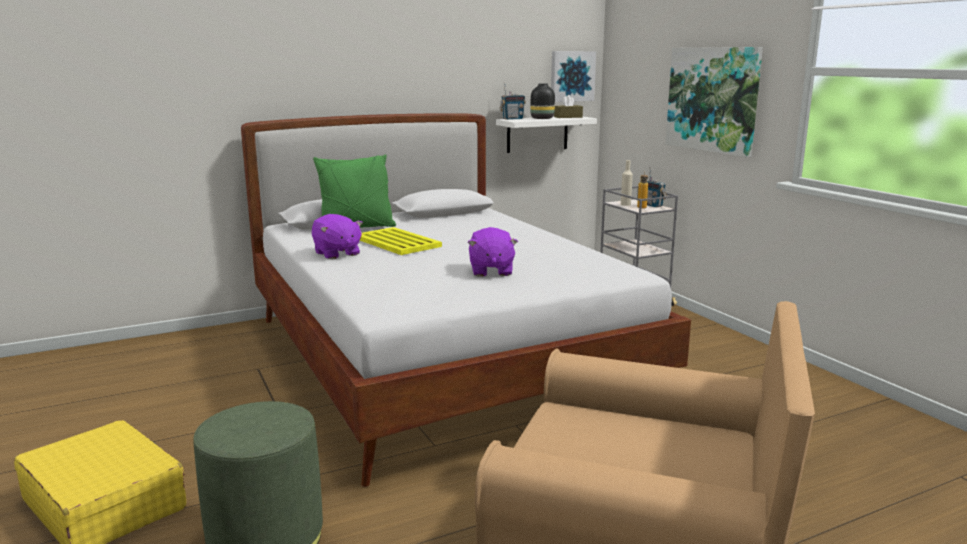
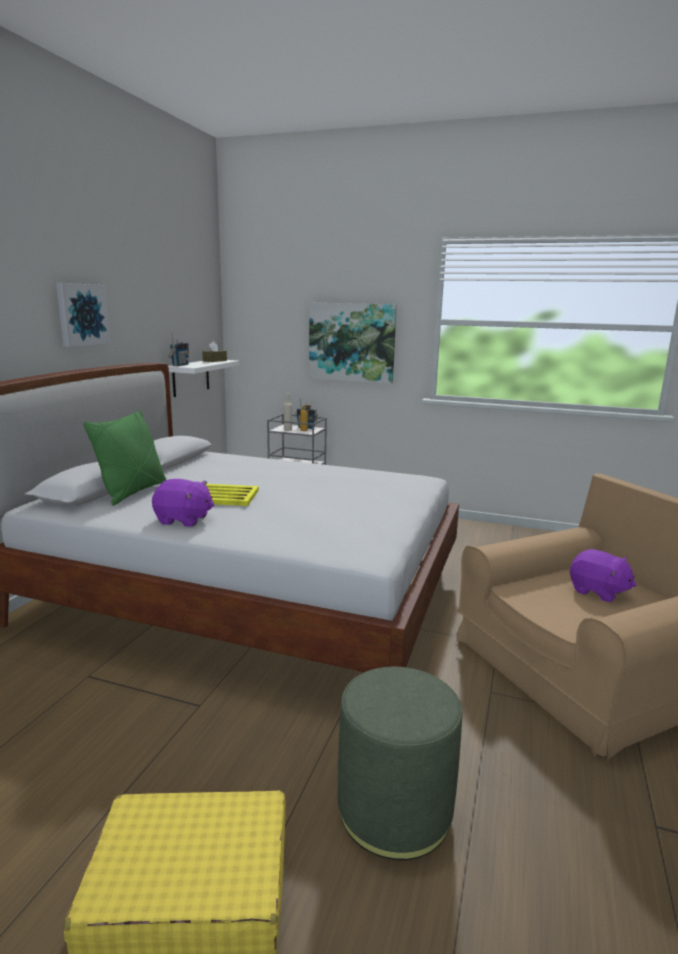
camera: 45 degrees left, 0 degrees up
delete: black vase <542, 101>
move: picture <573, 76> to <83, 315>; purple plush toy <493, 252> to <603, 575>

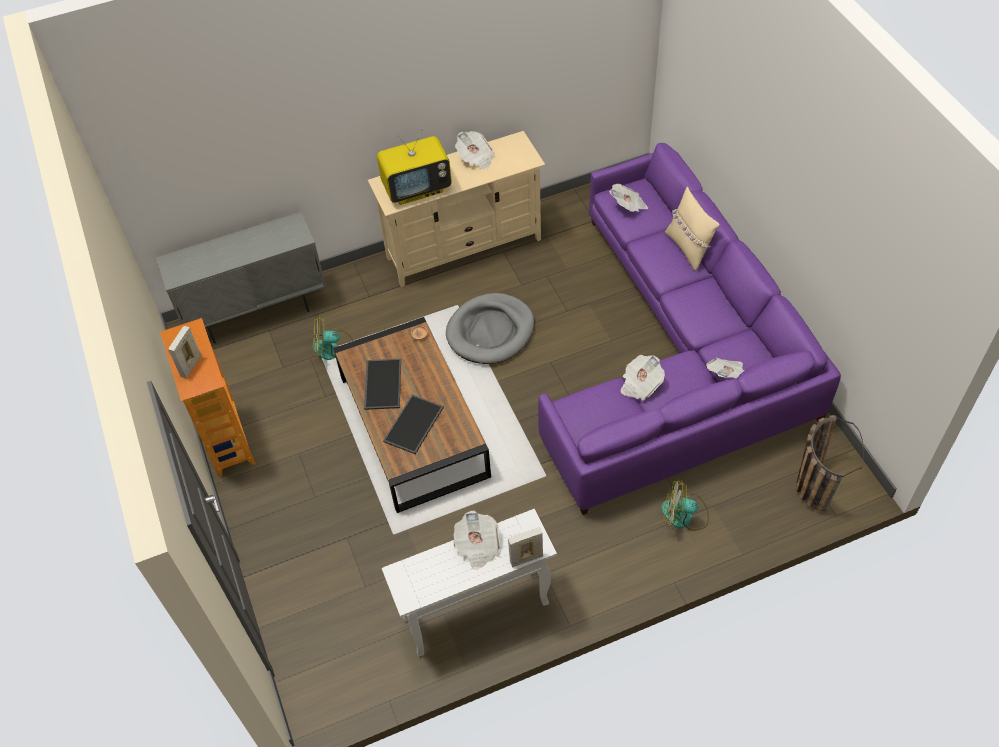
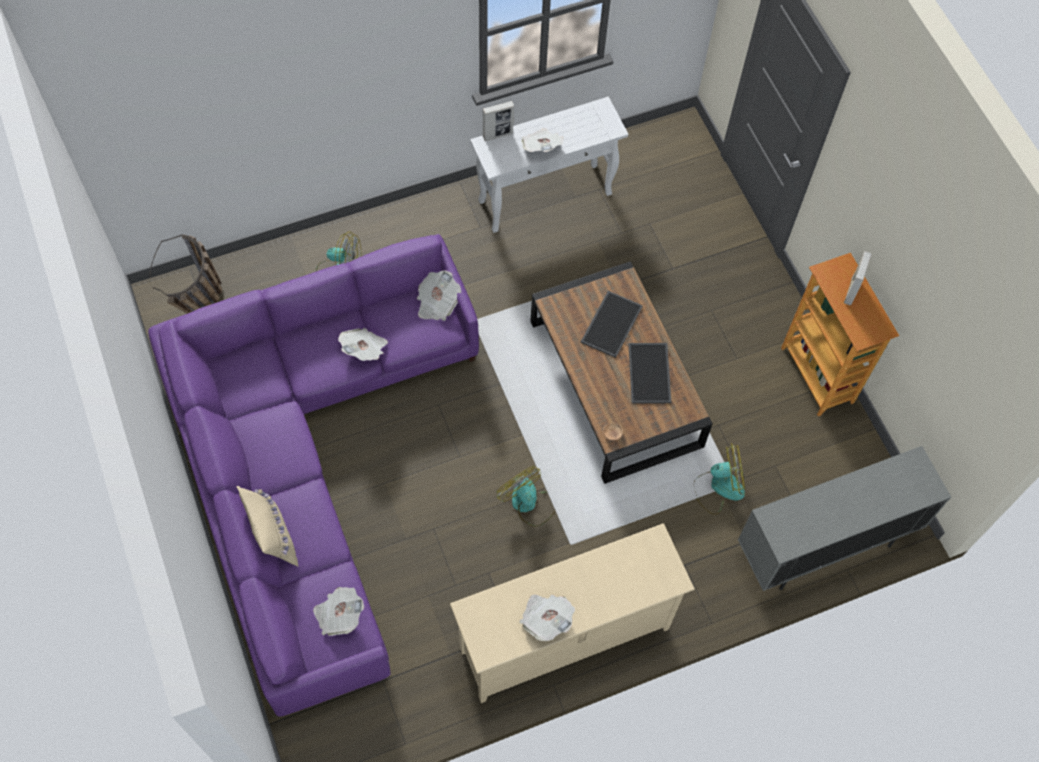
camera: 175 degrees right, 10 degrees up
delete: television <414, 166>
move: newspaper <725, 368> to <439, 296>
replace: grey dog bed <490, 328> to fan <526, 496>

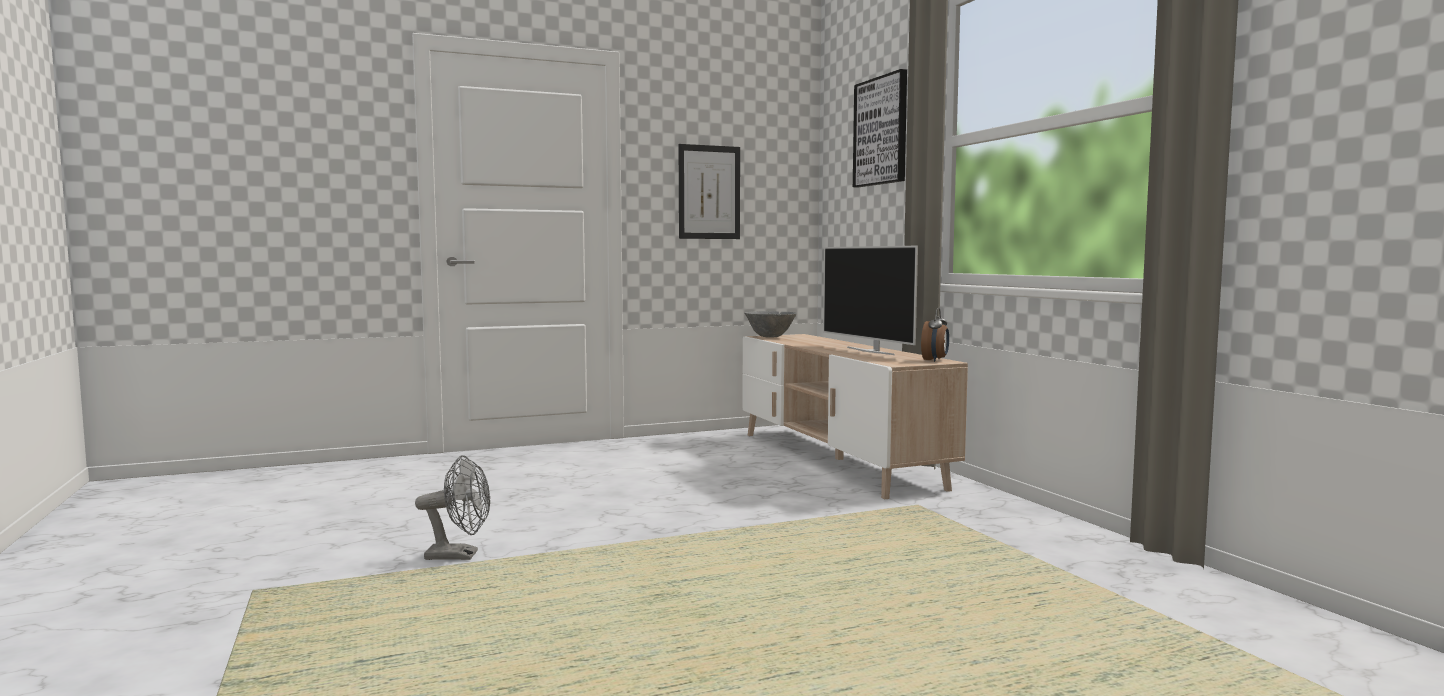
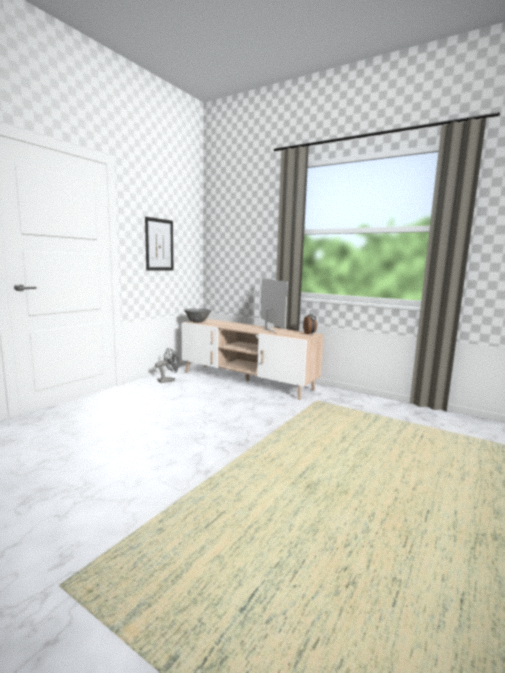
camera: 35 degrees left, 5 degrees up
delete: picture <880, 128>
move: grey fan <452, 507> to <167, 365>
rotate: television <870, 300> = <274, 305> 135 degrees counterclockwise

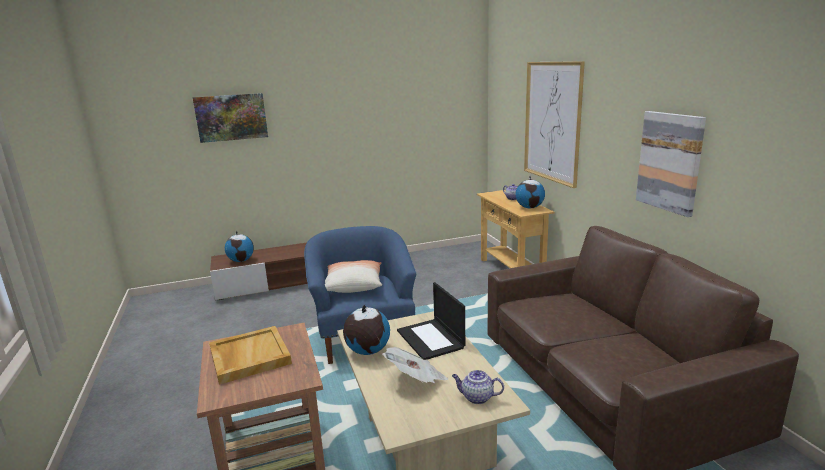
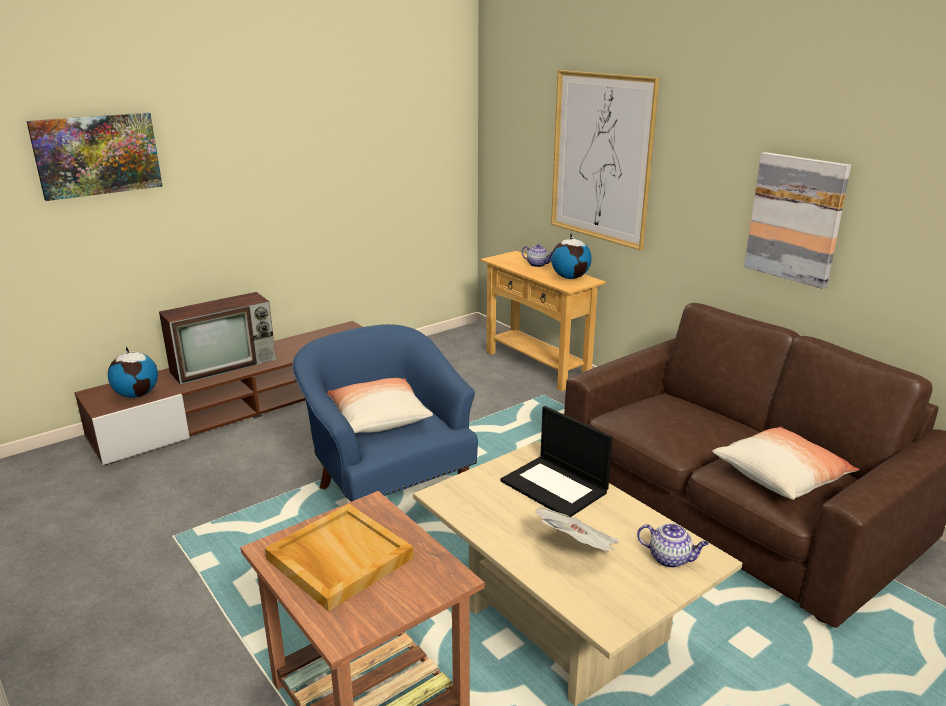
camera: 20 degrees left, 5 degrees up
delete: globe <366, 330>
insert: television <217, 338>; pillow <785, 463>
rotate: teapot <478, 387> = <673, 545> 150 degrees counterclockwise

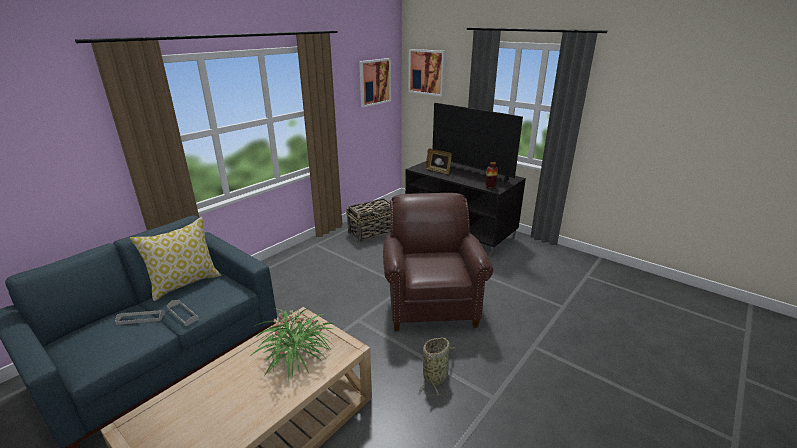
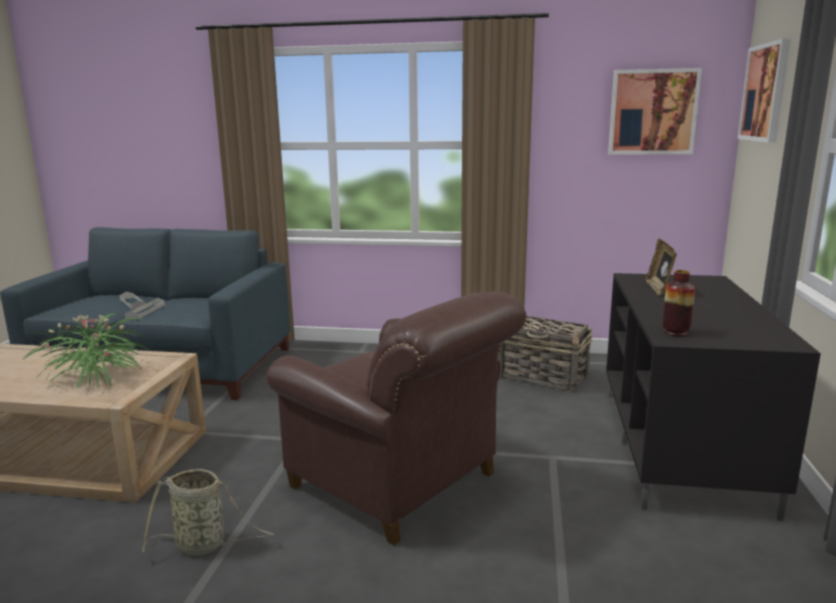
camera: 60 degrees right, 10 degrees down
delete: television <477, 143>; pillow <175, 259>
rotate: brown armchair <438, 262> = <396, 418> 75 degrees clockwise

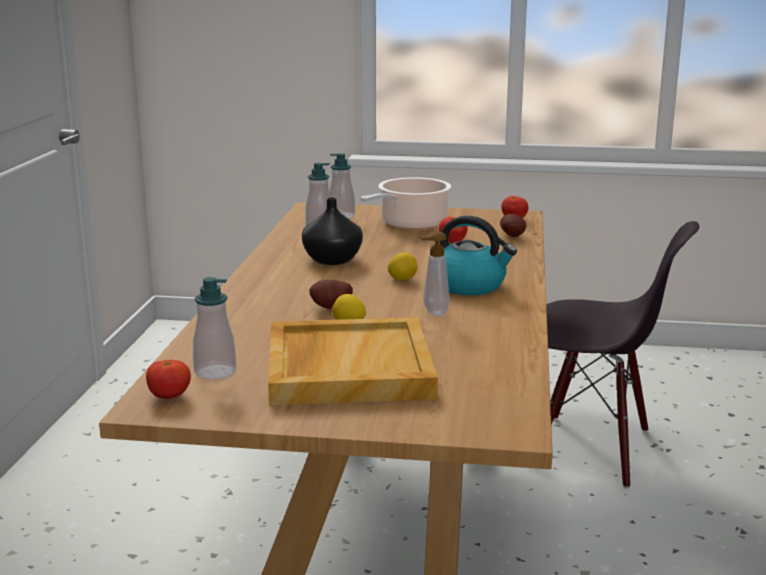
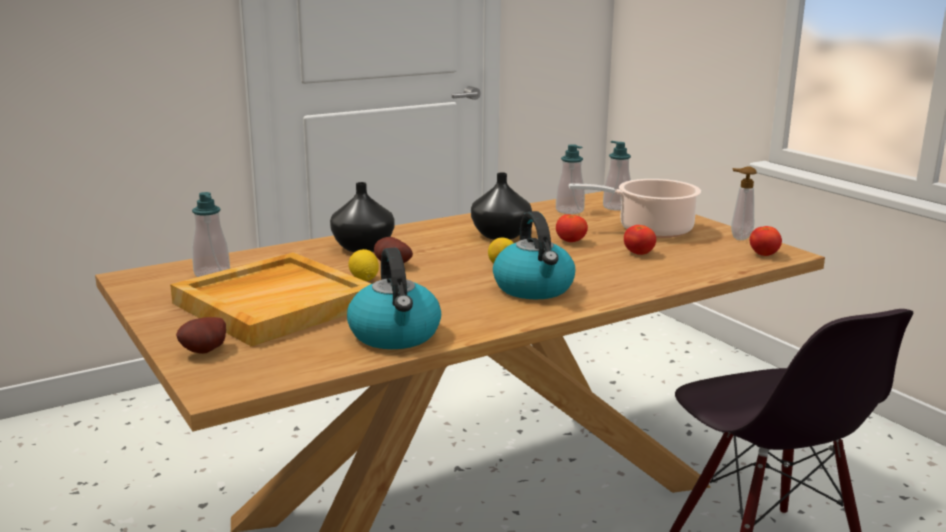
camera: 50 degrees right, 0 degrees up
insert: black vase <362, 217>; kettle <394, 298>
move: potato <513, 225> to <201, 335>; soap dispenser <435, 273> to <744, 203>; tomato <168, 379> to <572, 228>

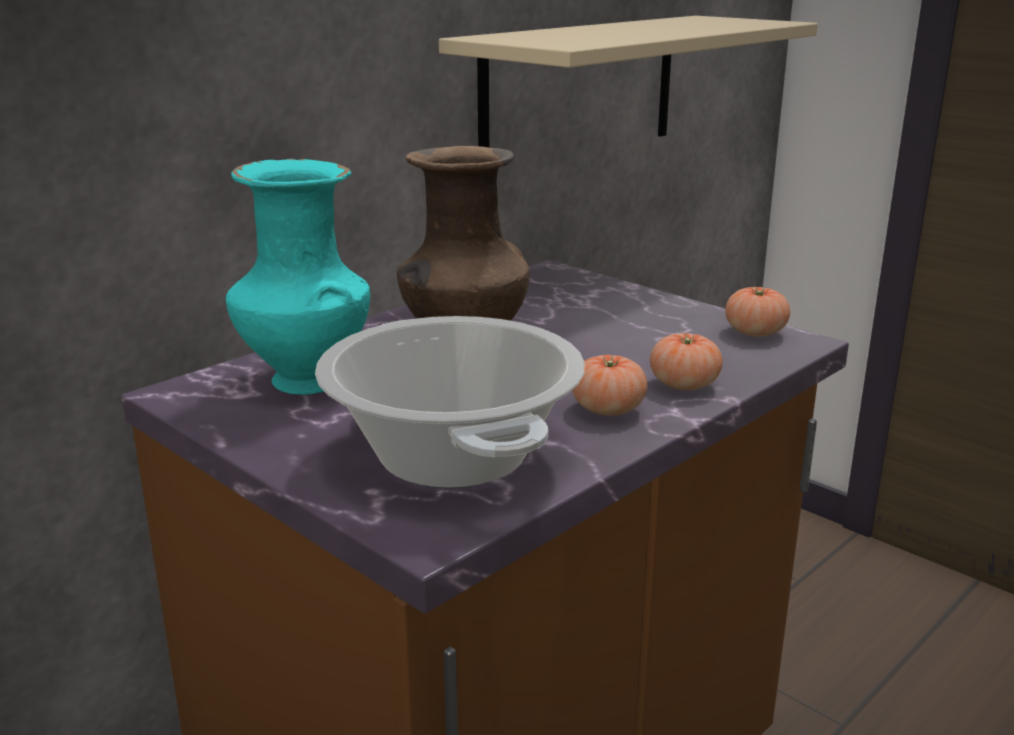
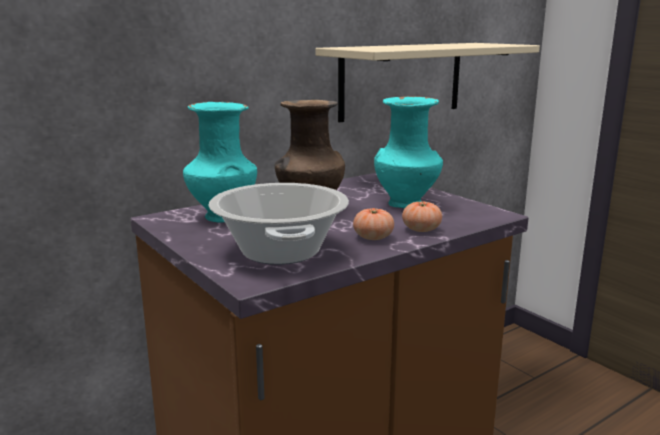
camera: 10 degrees right, 5 degrees down
delete: tomato <757, 311>
insert: turquoise vase <408, 152>

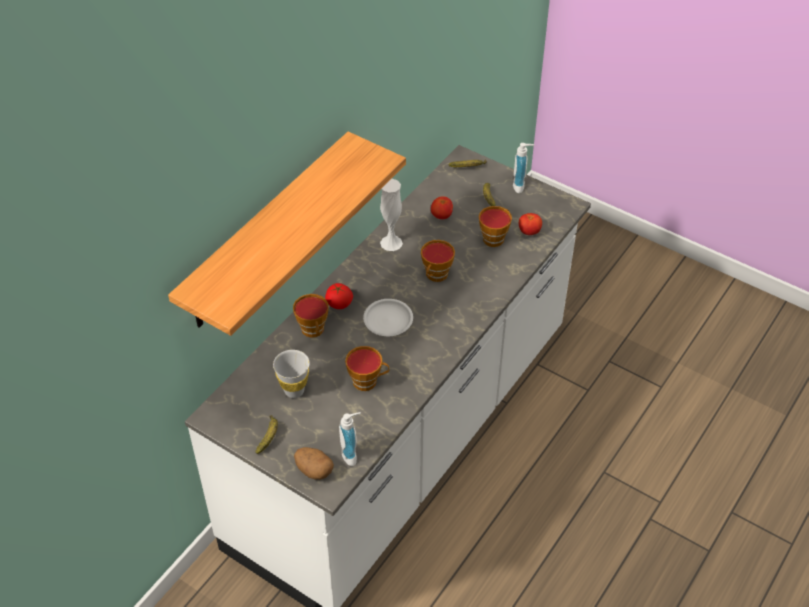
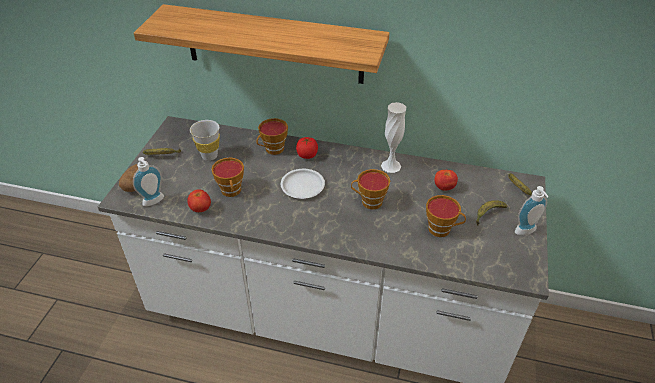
camera: 70 degrees right, 5 degrees down
move: tomato <530, 224> to <199, 200>

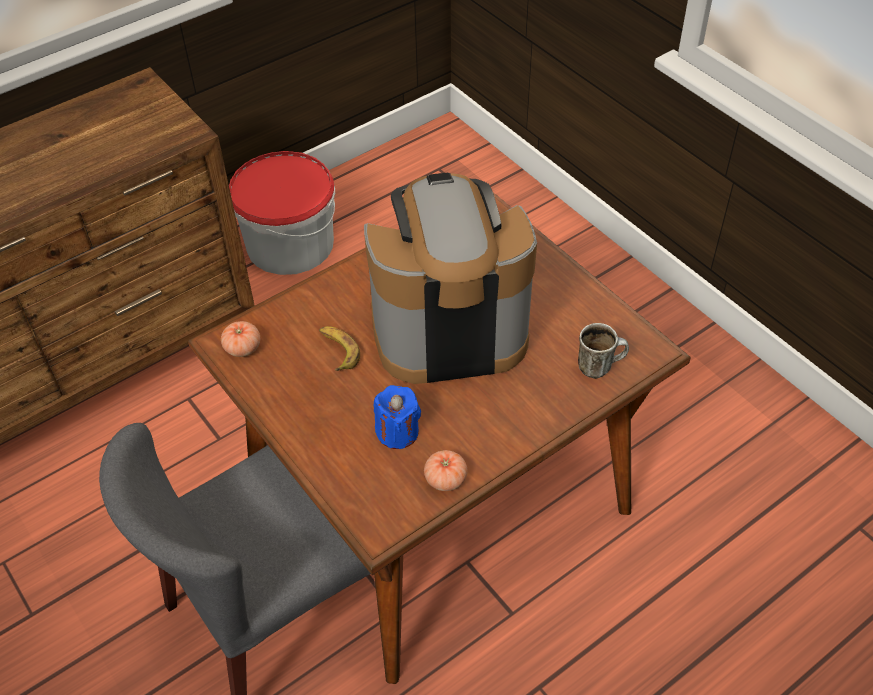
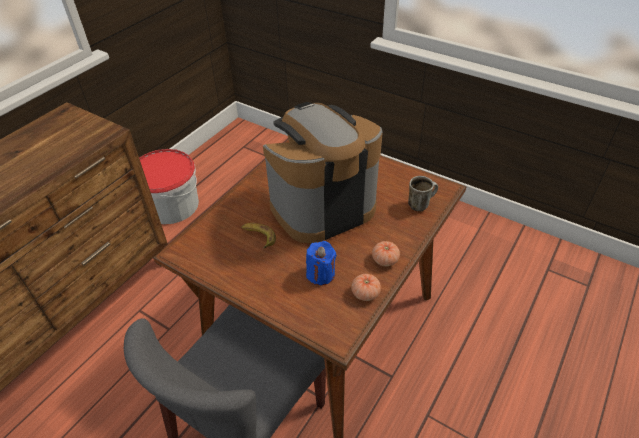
camera: 20 degrees left, 5 degrees down
move: tomato <240, 339> to <386, 253>

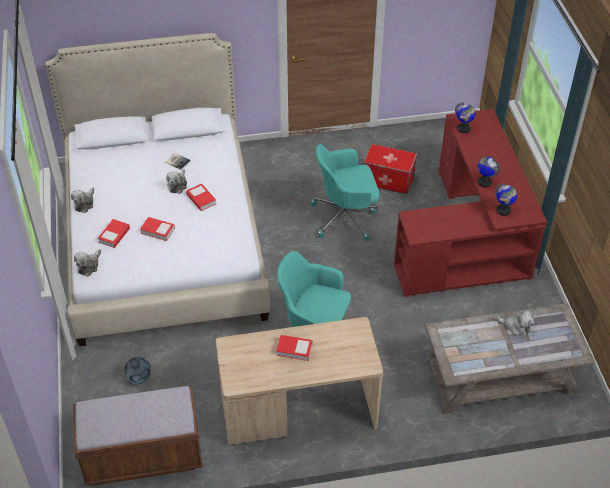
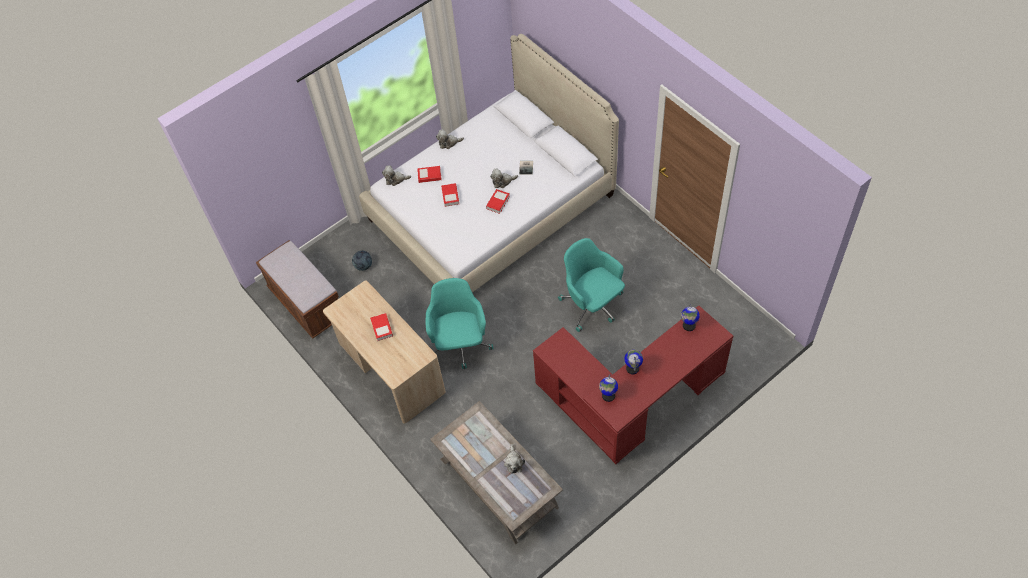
camera: 65 degrees right, 10 degrees up
delete: storage box <390, 169>

